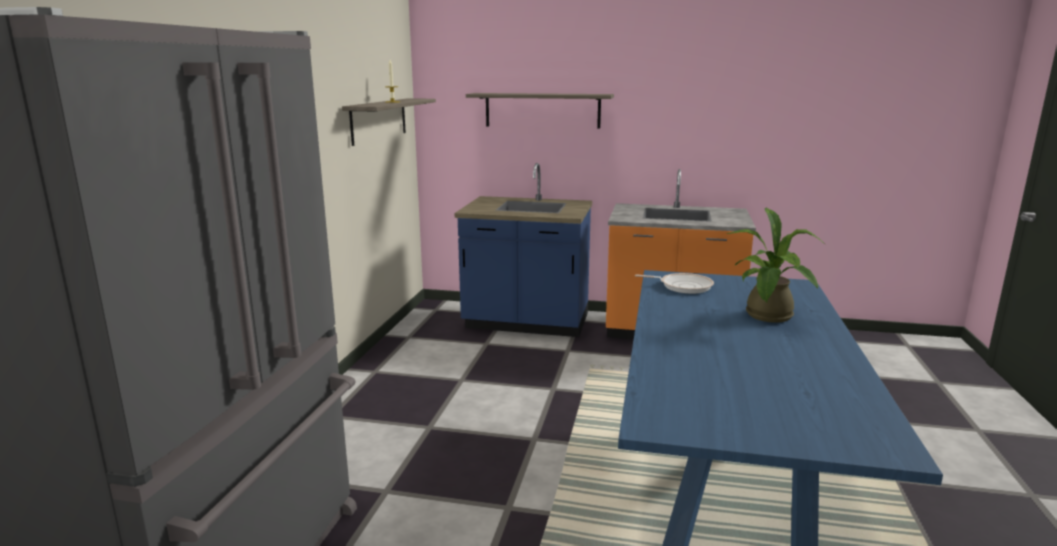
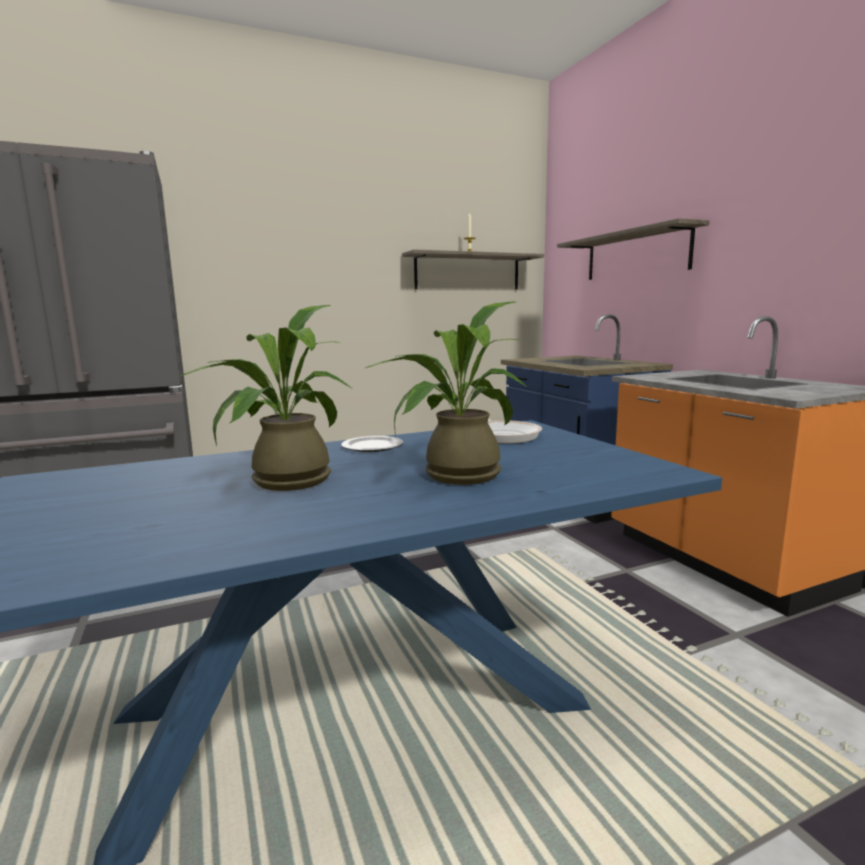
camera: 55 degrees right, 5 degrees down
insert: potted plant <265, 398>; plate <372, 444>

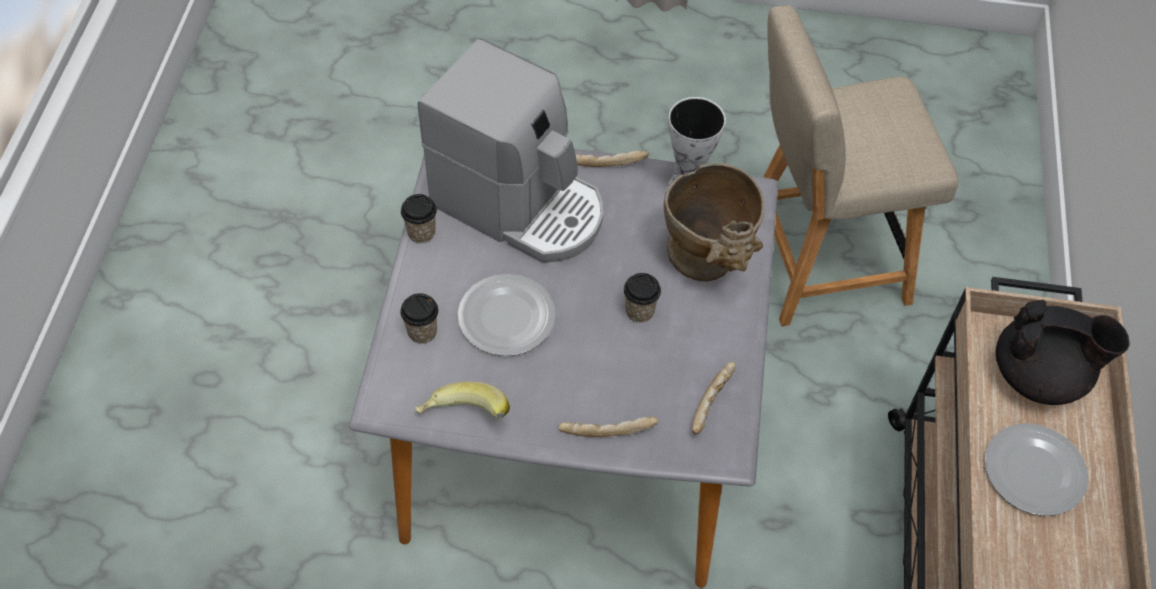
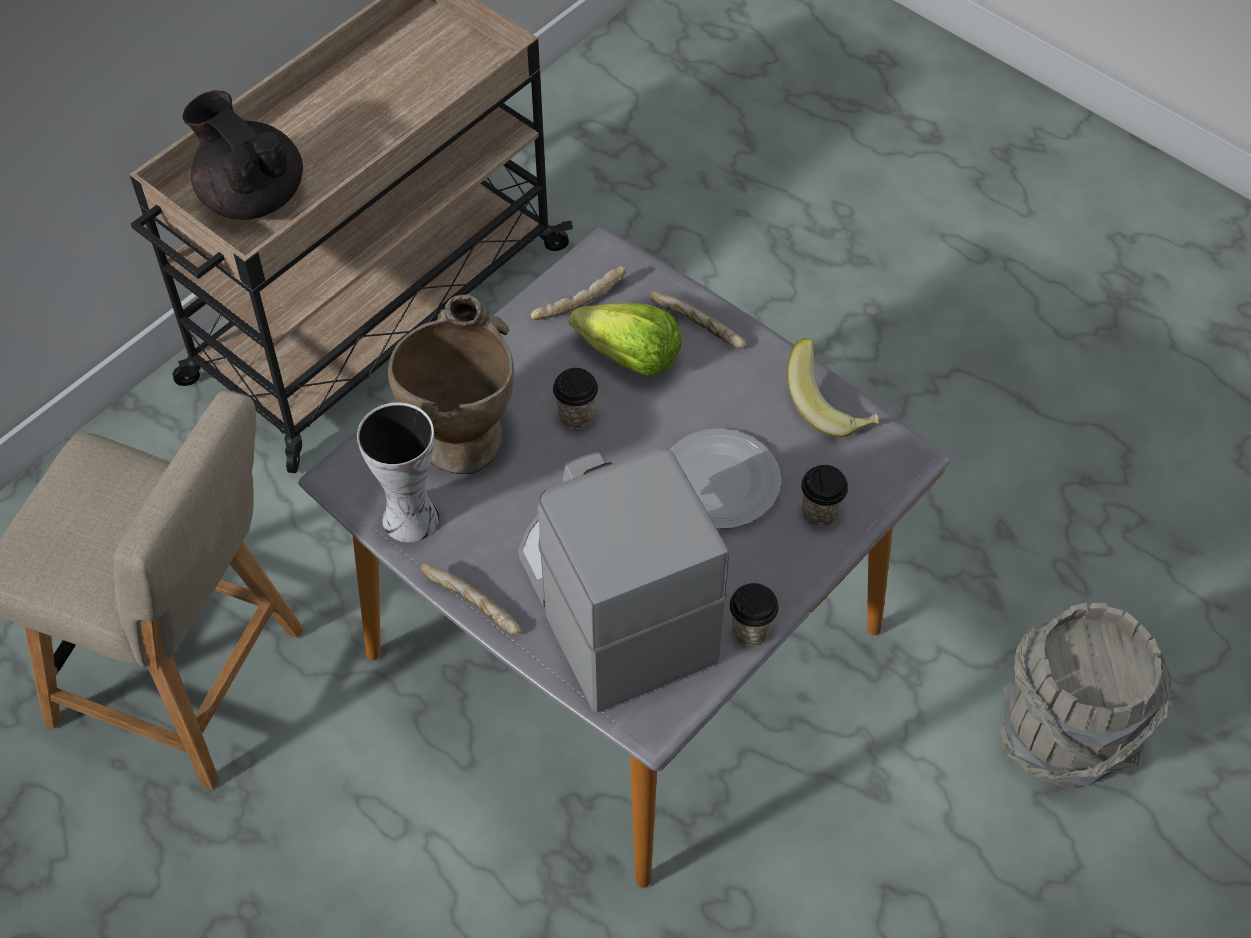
camera: 145 degrees left, 0 degrees up
delete: plate <1037, 469>
insert: lettuce <625, 339>; grey bucket <1086, 695>

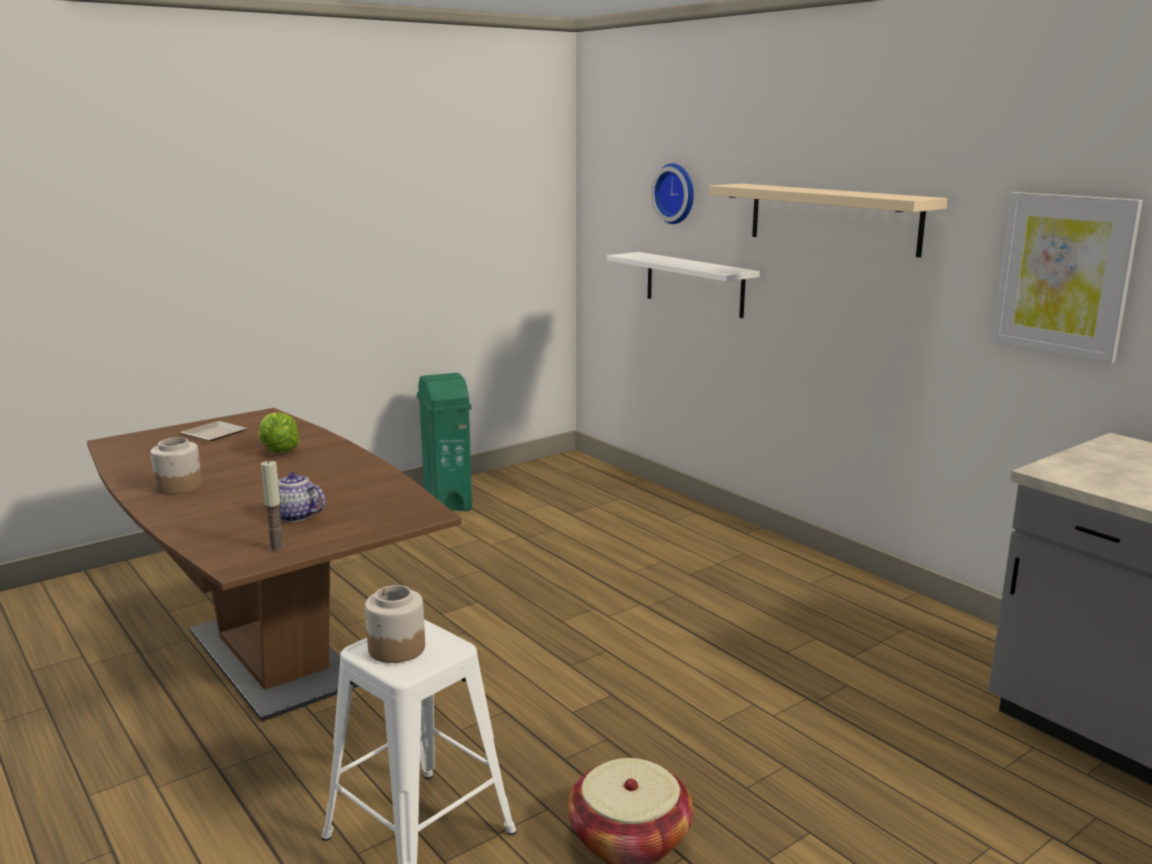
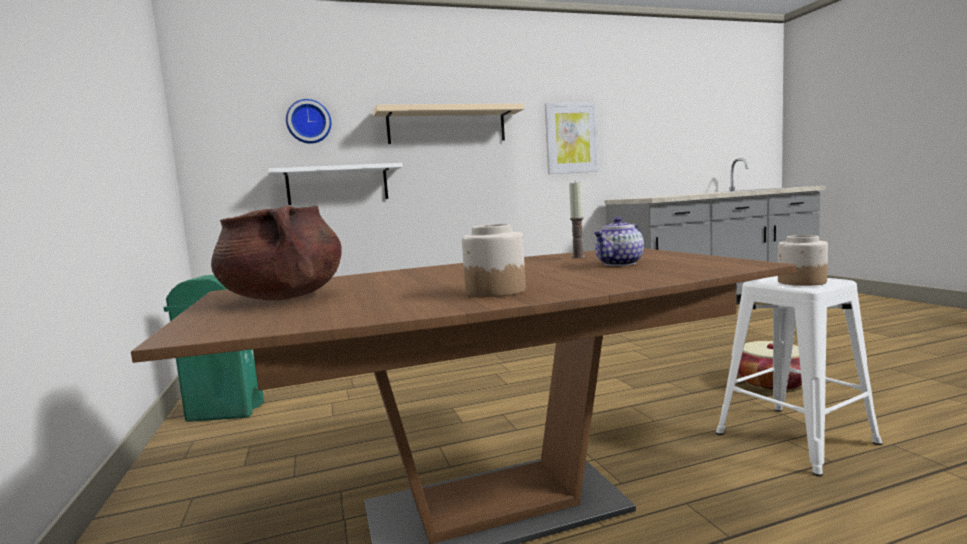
camera: 70 degrees left, 10 degrees down
delete: lettuce <279, 432>
move: candle <273, 506> to <577, 220>
replace: plate <214, 431> to brown cooking pot <276, 253>

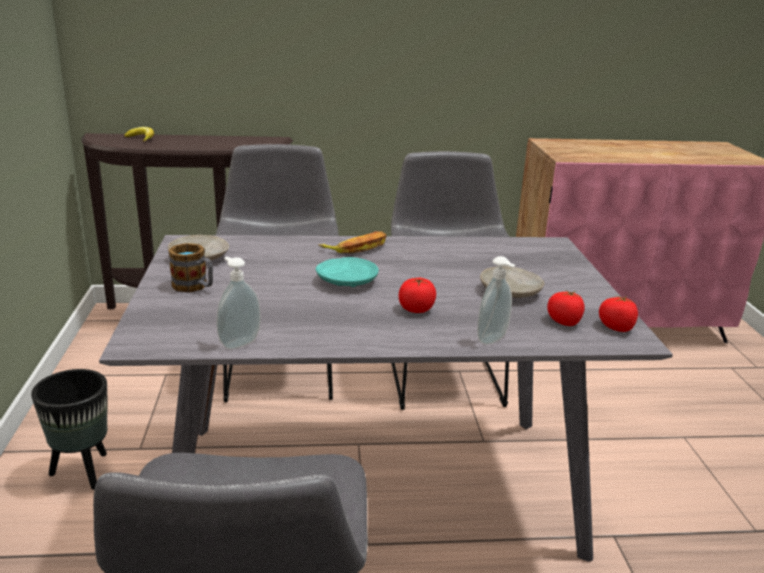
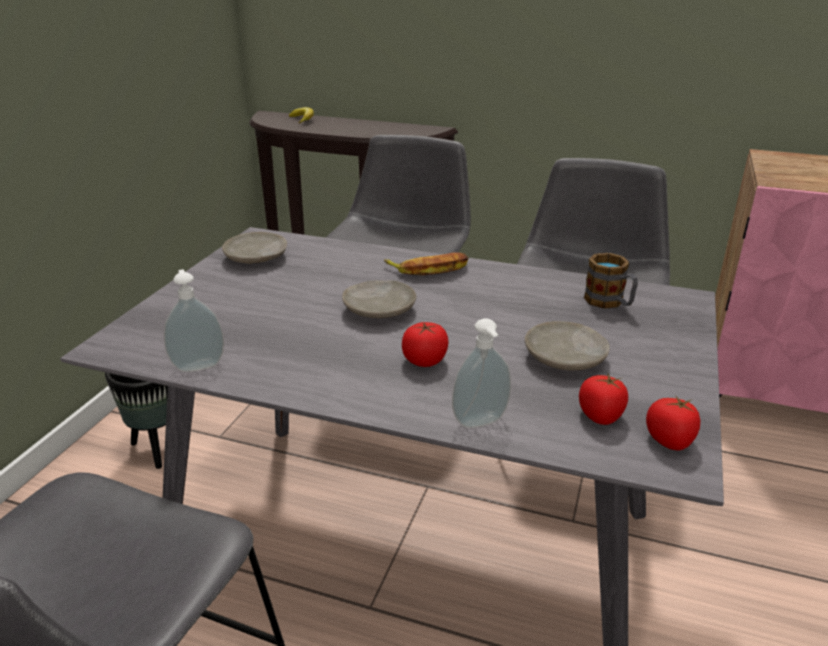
camera: 25 degrees right, 5 degrees up
move: mug <190, 268> to <611, 281>
recolor: turquoise plate <347, 272> to beige plate <379, 299>

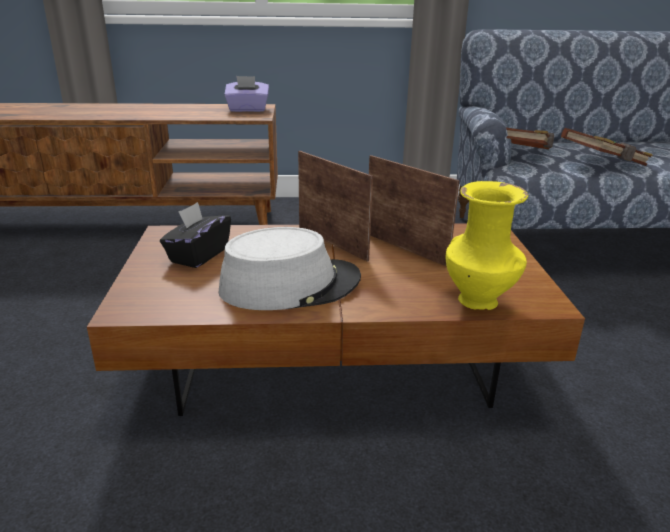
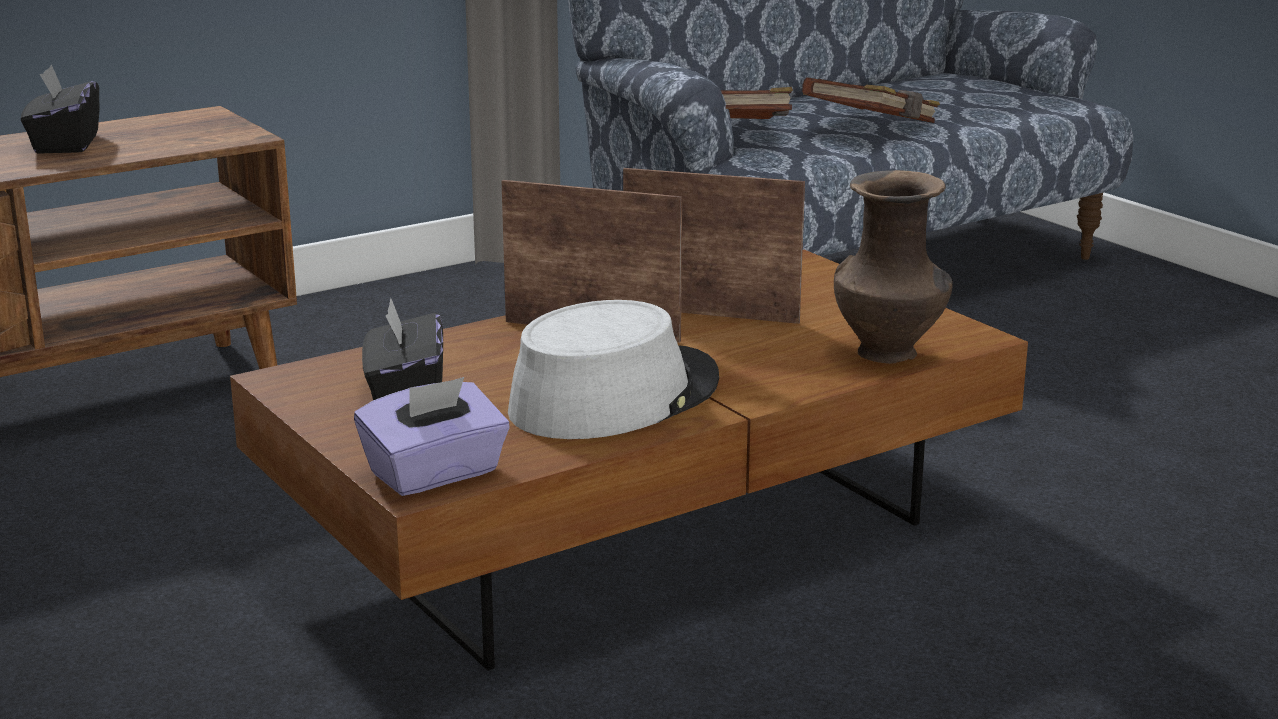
camera: 30 degrees left, 5 degrees down
insert: black tissue box <60, 109>
move: purple tissue box <246, 94> to <432, 436>
recolor: yellow vase <487, 245> to brown vase <893, 267>

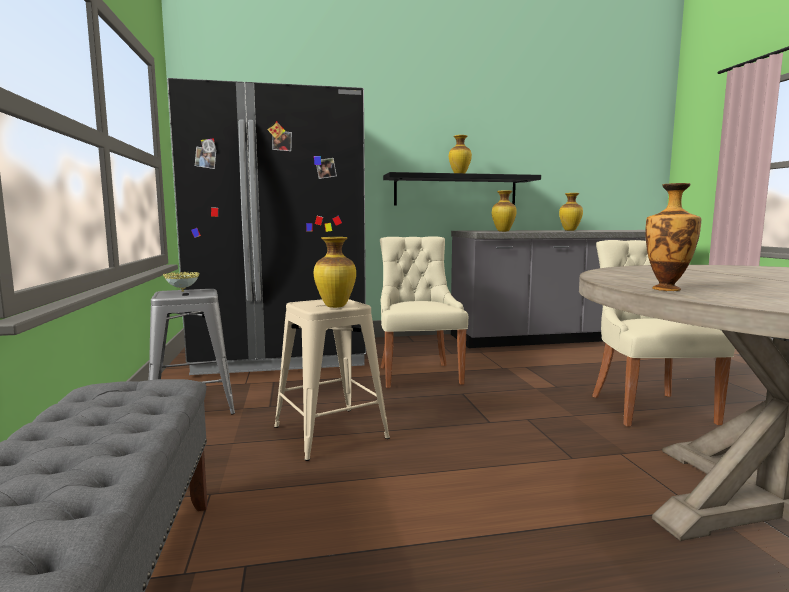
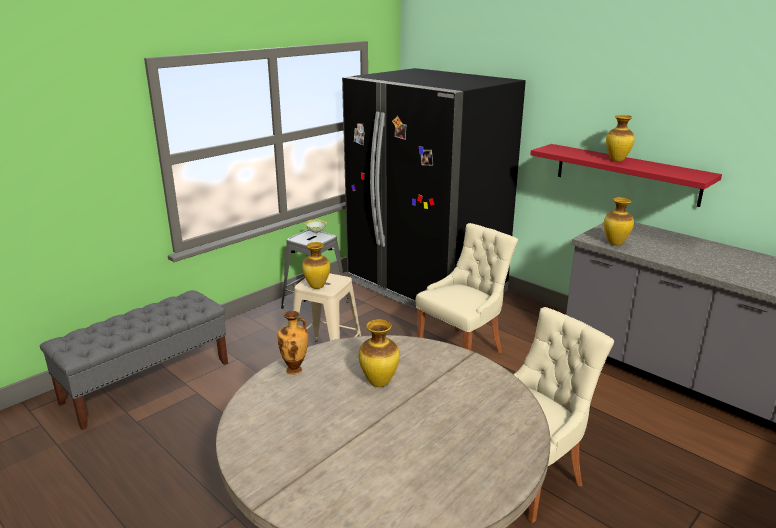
camera: 55 degrees right, 15 degrees up
move: vase <571, 212> to <379, 353>
recolor: black shelf <462, 189> to red shelf <626, 175>

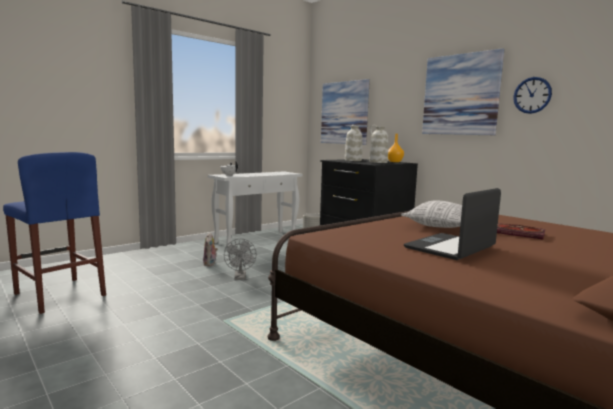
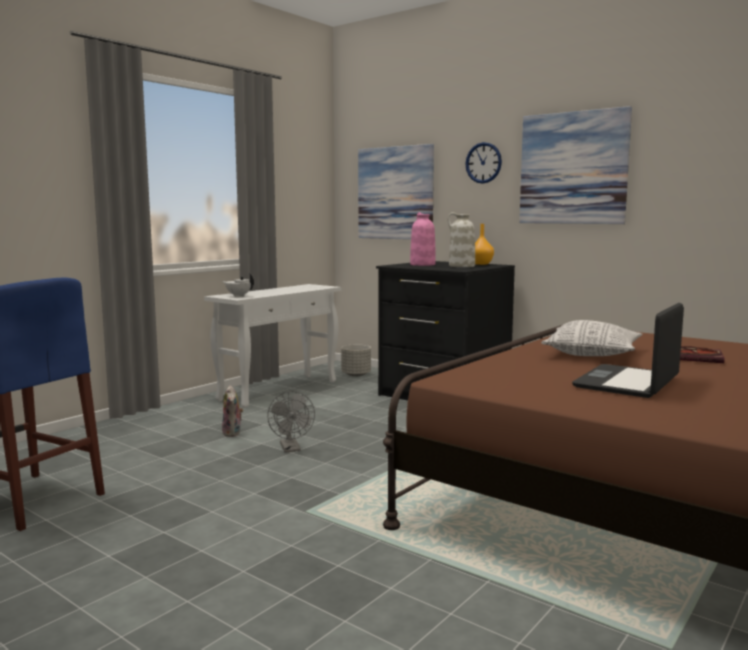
camera: 10 degrees left, 0 degrees up
move: wall clock <532, 95> to <484, 162>
recolor: white vase <353, 143> to pink vase <423, 239>

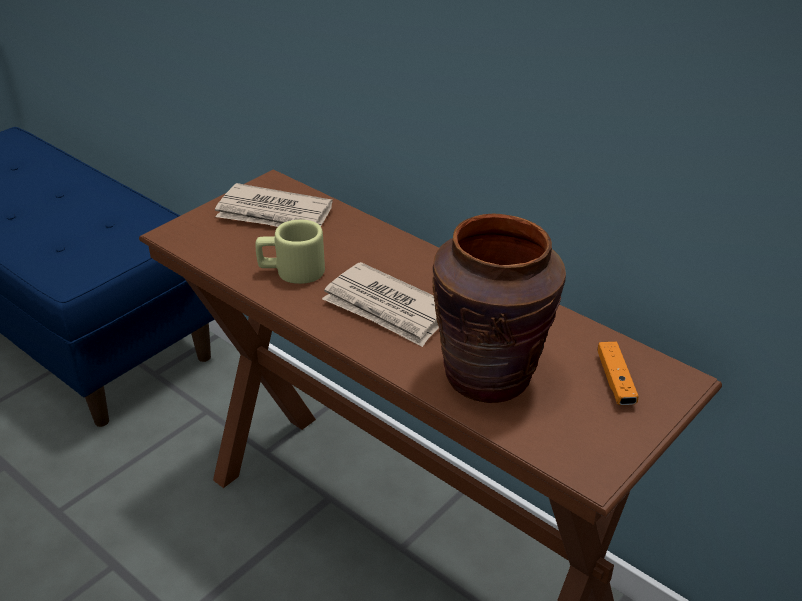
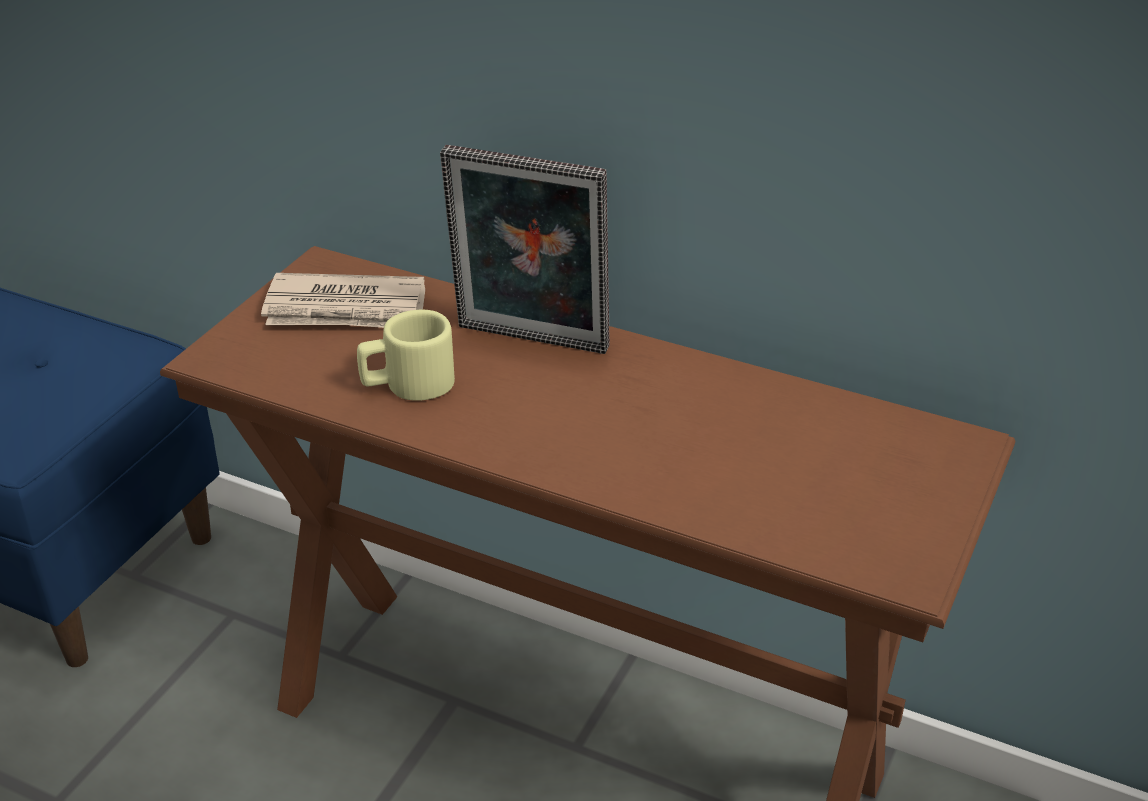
camera: 15 degrees left, 0 degrees up
delete: brown vase <499, 308>; newspaper <380, 304>; orange game controller <618, 373>
insert: picture frame <525, 249>

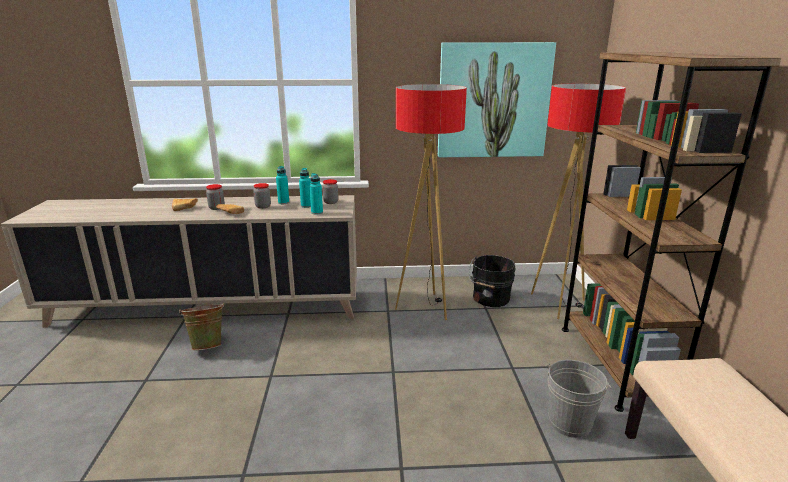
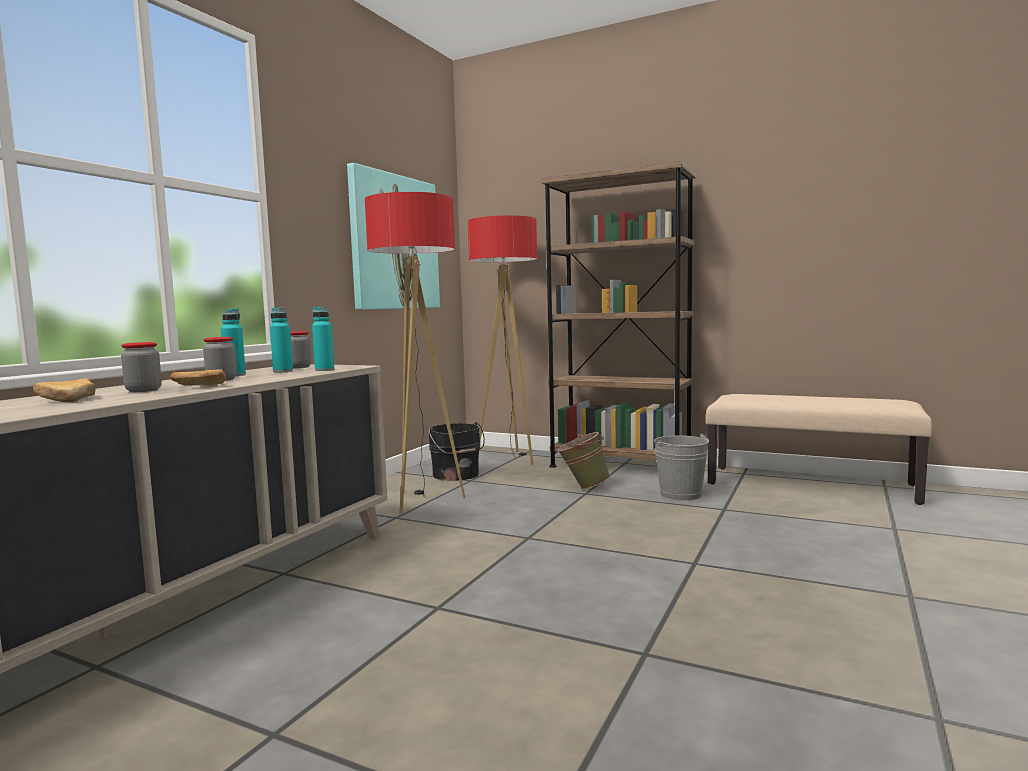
camera: 60 degrees left, 15 degrees down
move: green bucket <201, 326> to <584, 460>

